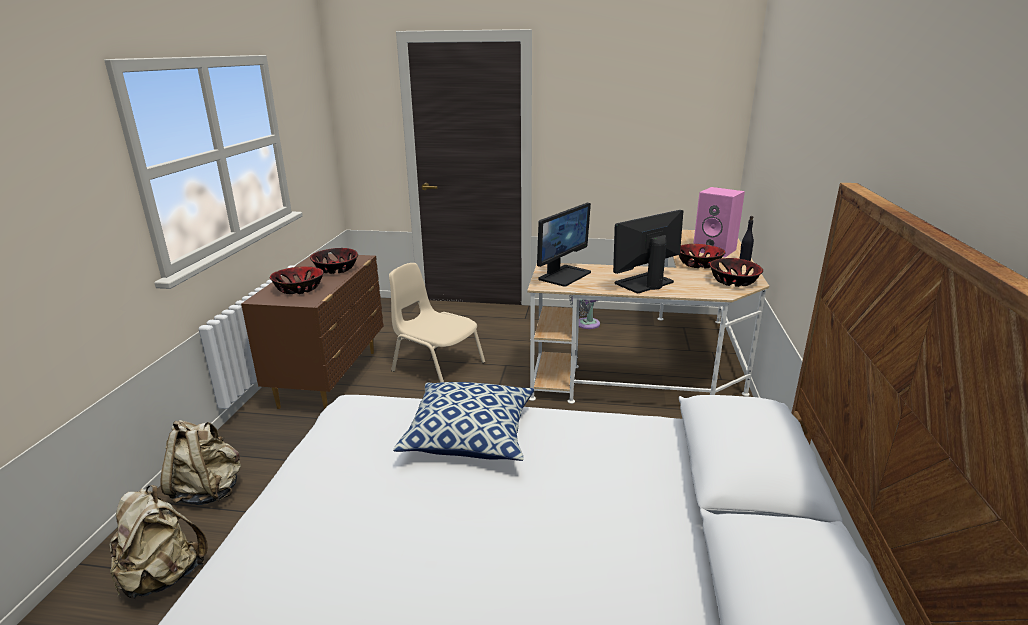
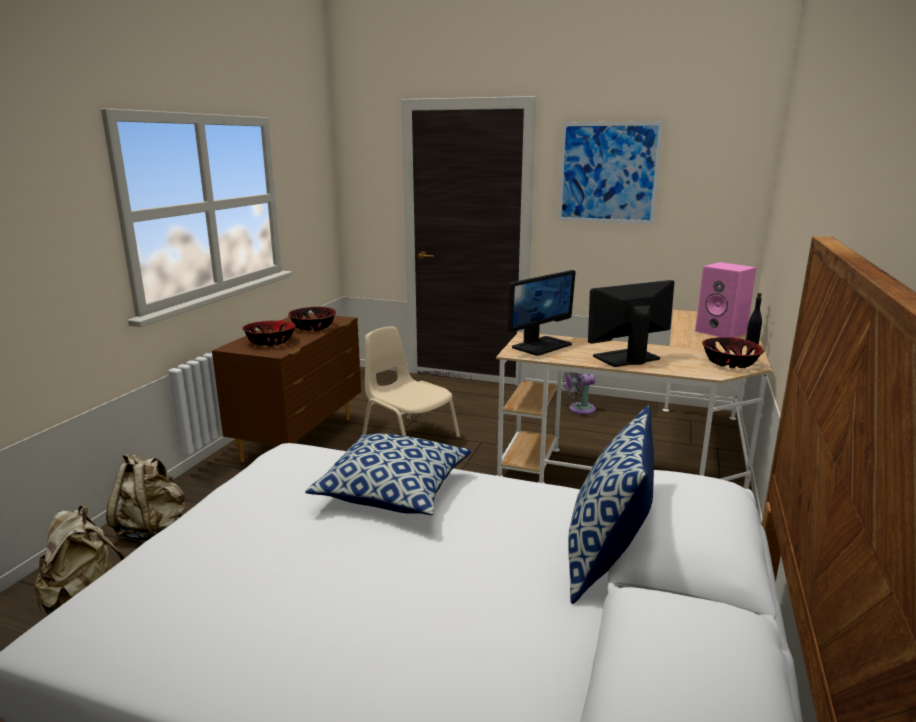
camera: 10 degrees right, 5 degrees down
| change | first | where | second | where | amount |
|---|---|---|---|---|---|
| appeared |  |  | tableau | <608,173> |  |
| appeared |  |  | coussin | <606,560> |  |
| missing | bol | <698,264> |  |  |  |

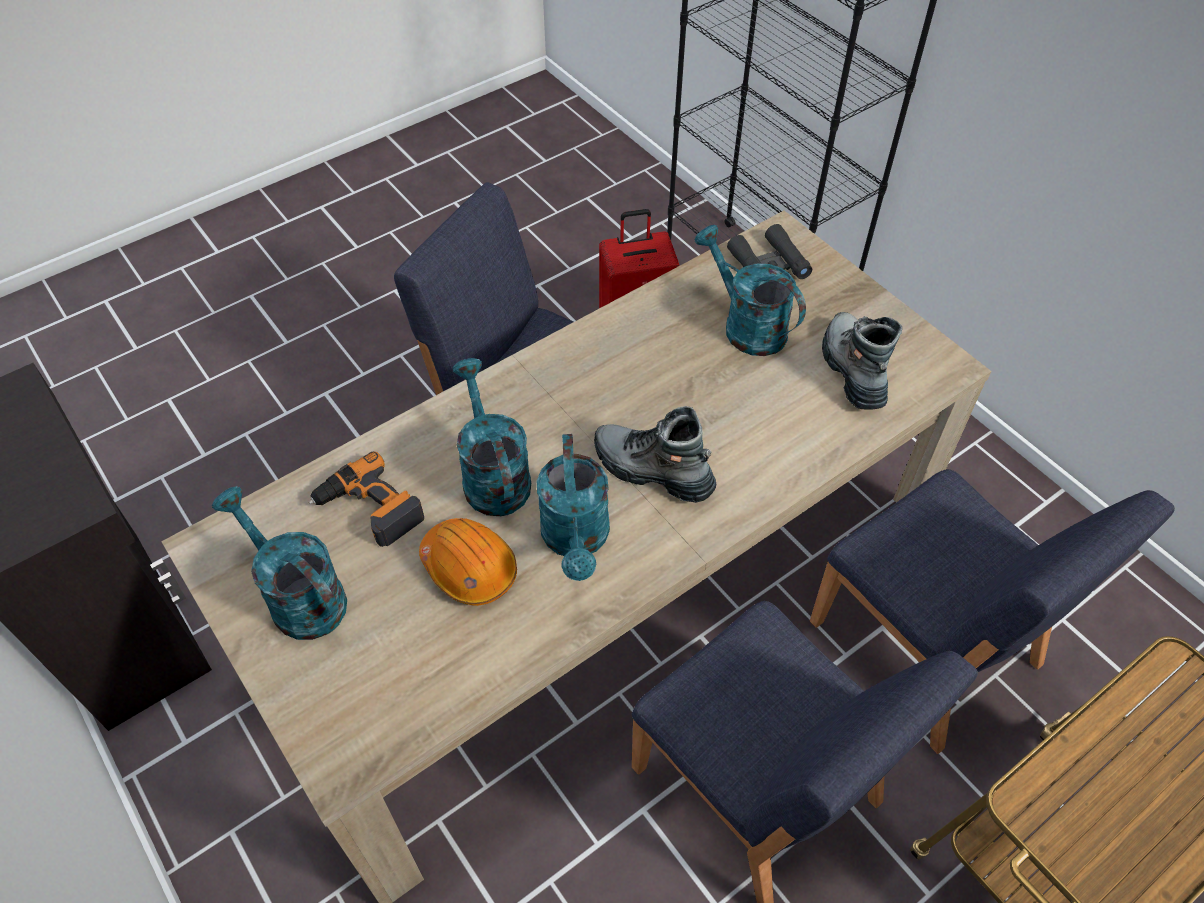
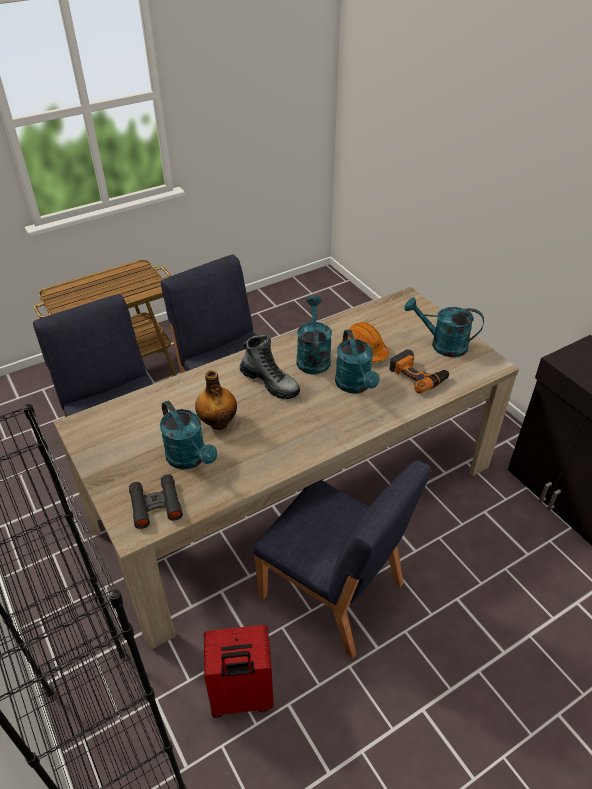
camera: 175 degrees left, 10 degrees down
| change | first | where | second | where | amount |
|---|---|---|---|---|---|
| appeared |  |  | bouteille | <218,422> |  |
| spun | arrosoir (turquoise) | <298,596> |  | <442,345> | 150 degrees clockwise |
| missing | botte | <852,370> |  |  |  |

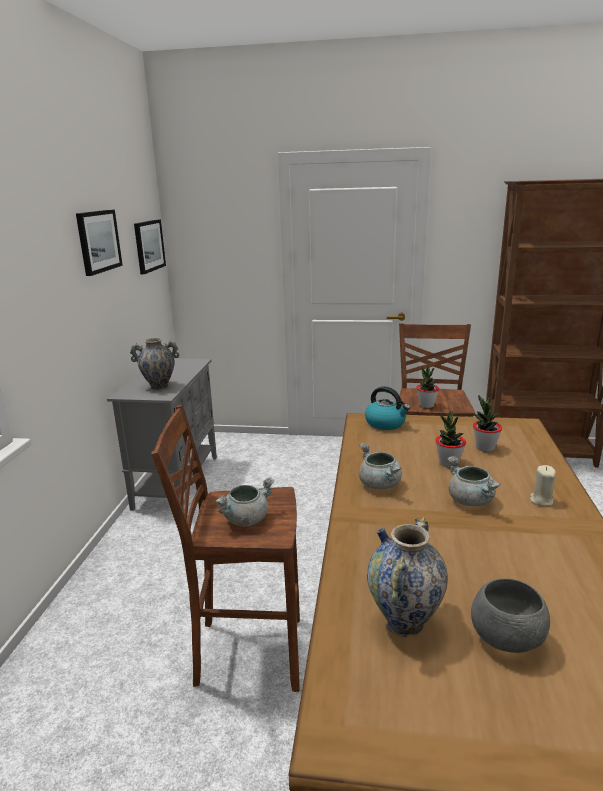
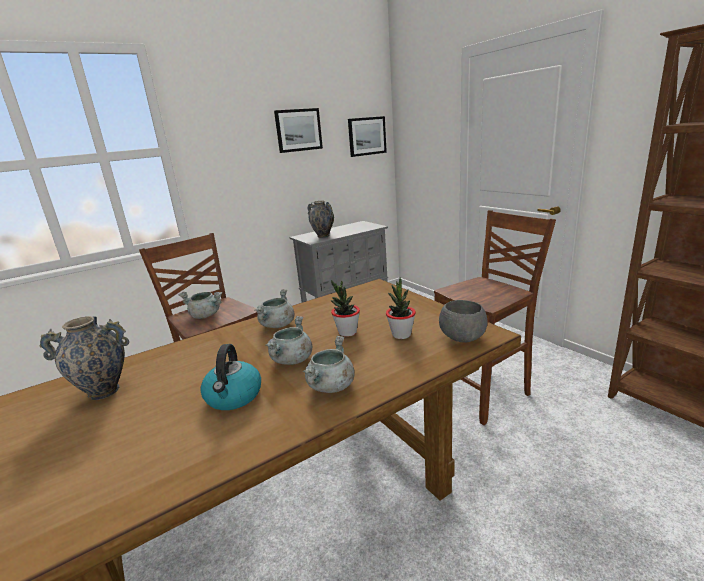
camera: 50 degrees right, 0 degrees up
| change | first | where | second | where | amount |
|---|---|---|---|---|---|
| relocated | bouilloire | <386,423> |  | <234,397> |  |
| exchanged | bougie (beige) | <541,500> | marmite (gris) | <331,386> |  |
| relocated | bol (gris) | <507,640> |  | <462,339> |  |
| missing | plante en pot | <426,405> |  |  |  |

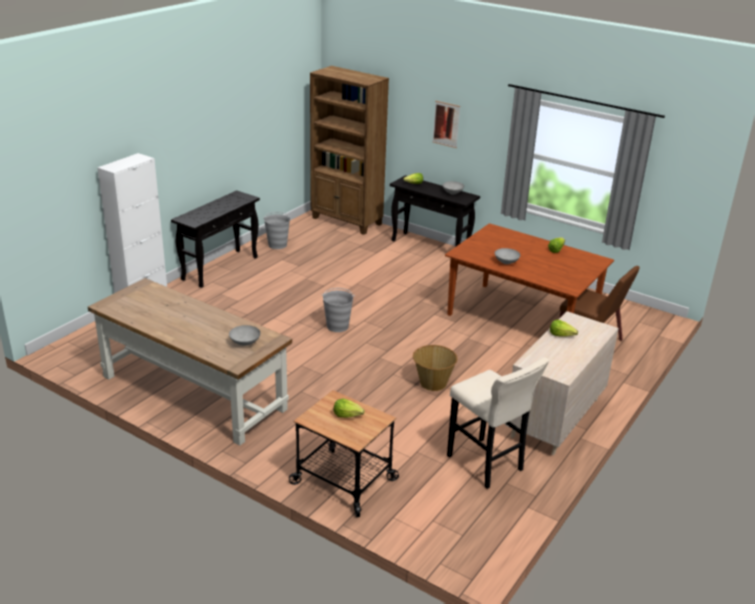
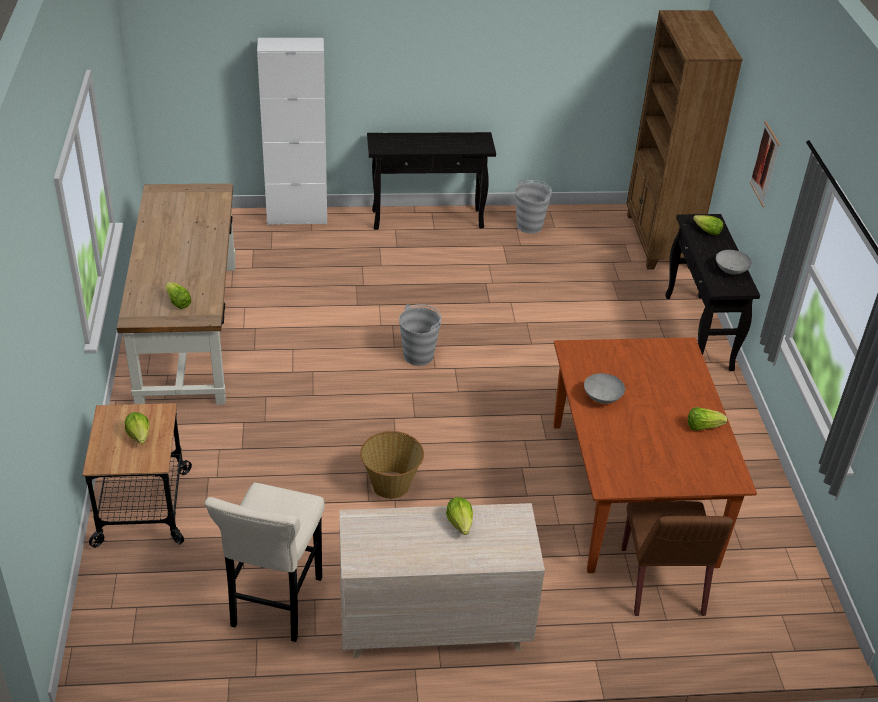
camera: 50 degrees right, 10 degrees up
| change | first | where | second | where | amount |
|---|---|---|---|---|---|
| exchanged | bol (gris) | <245,343> | laitue | <178,302> |  |

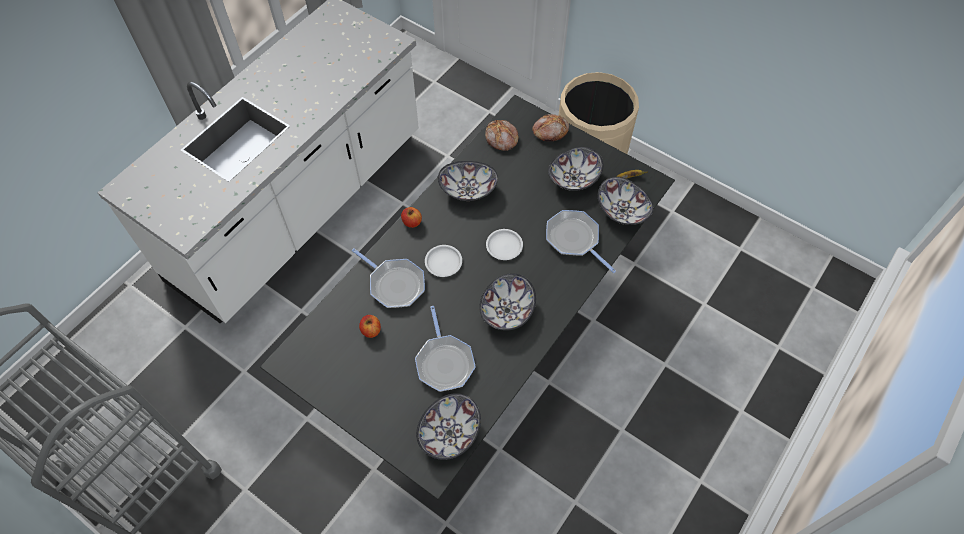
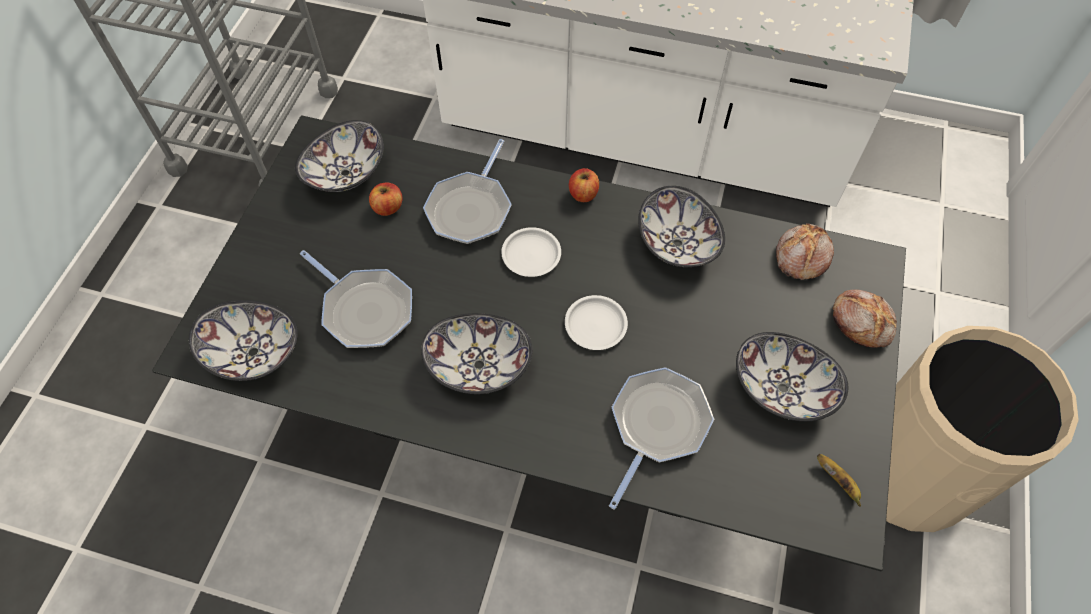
camera: 70 degrees right, 0 degrees up
| change | first | where | second | where | amount |
|---|---|---|---|---|---|
| relocated | bol | <623,210> |  | <346,174> |  |
| spun | poêle | <444,362> |  | <365,310> | 105 degrees counterclockwise |

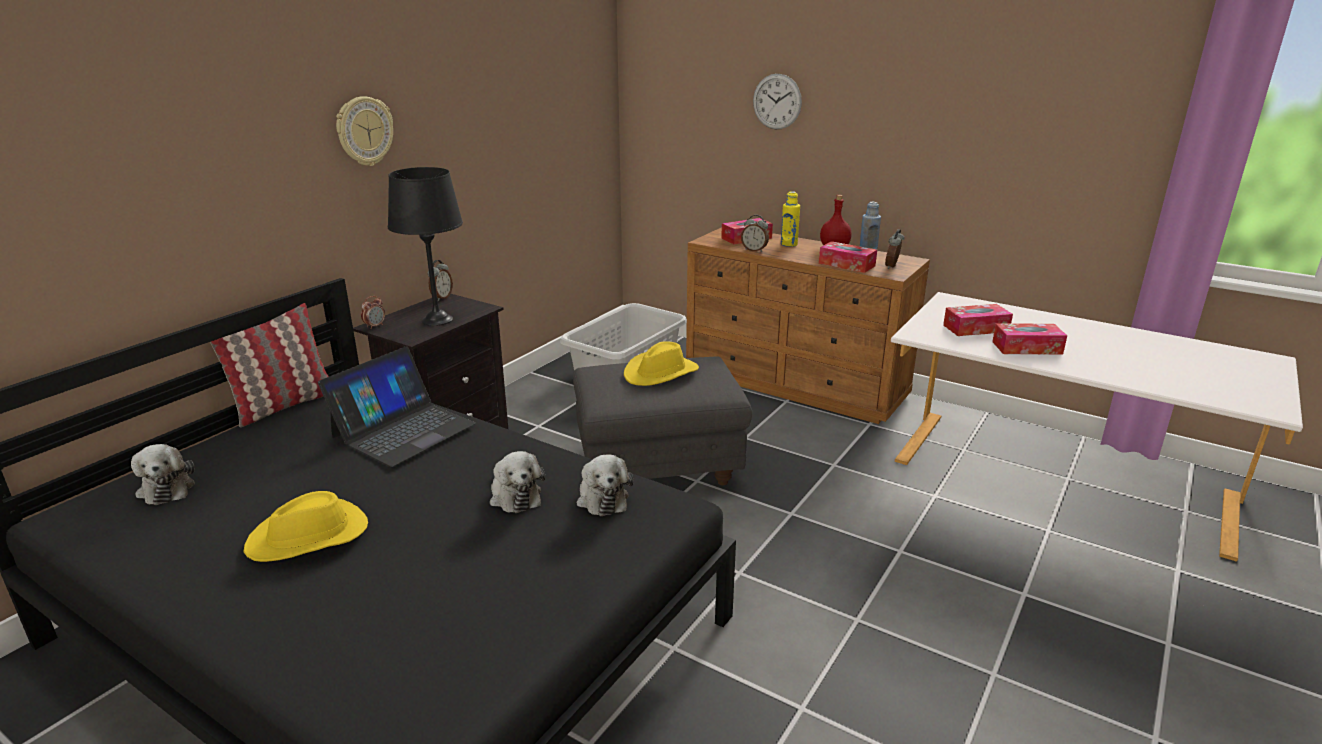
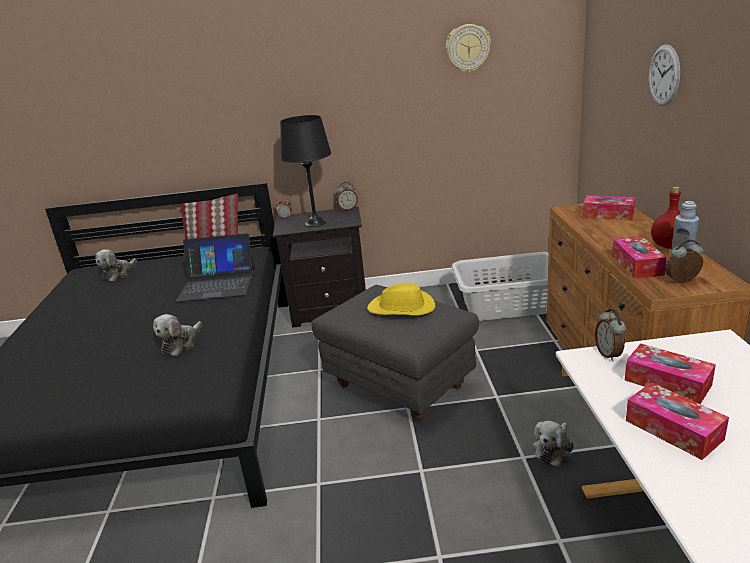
camera: 55 degrees right, 0 degrees up
| change | first | where | second | where | amount |
|---|---|---|---|---|---|
| relocated | horloge murale | <364,131> |  | <467,48> |  |
| relocated | peluche | <602,498> |  | <553,449> |  |
| relocated | réveil | <754,250> |  | <609,354> |  |
| missing | chapeau (jaune) | <309,537> |  |  |  |
| missing | bouteille (jaune) | <789,244> |  |  |  |

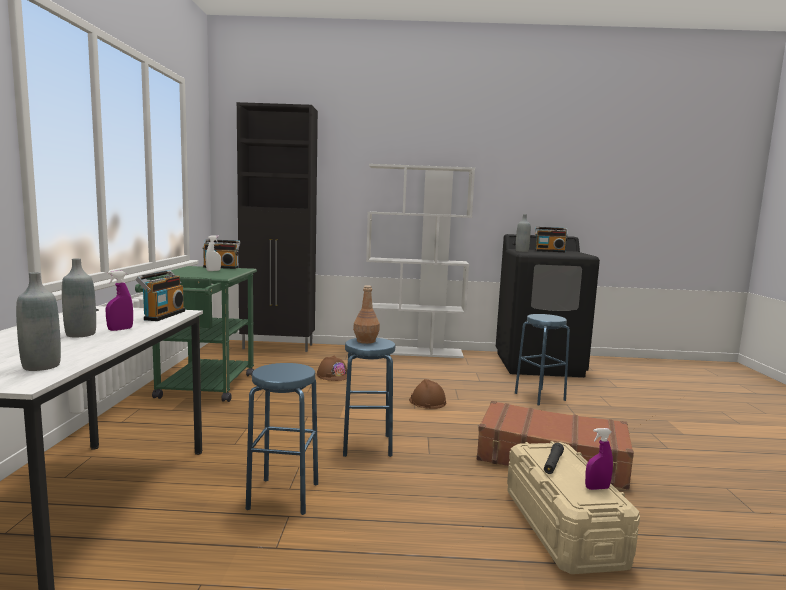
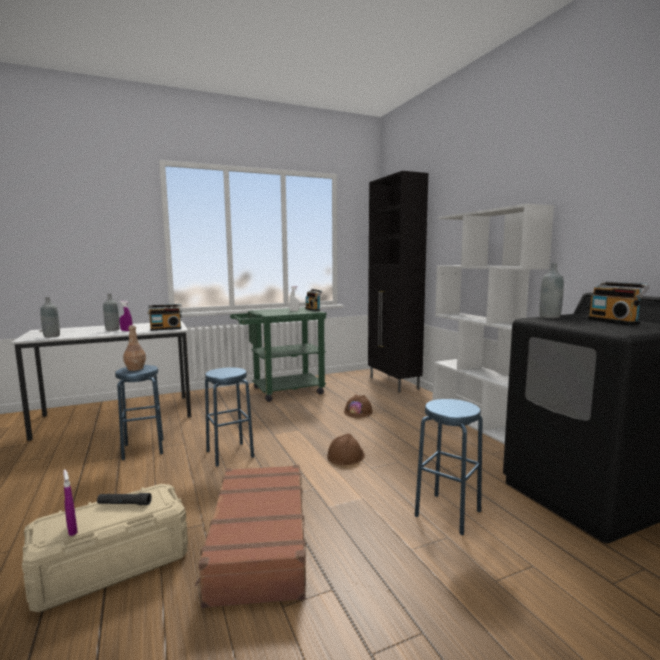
camera: 65 degrees right, 0 degrees up
| change | first | where | second | where | amount |
|---|---|---|---|---|---|
| relocated | bouteille (marron) | <365,341> |  | <135,368> |  |

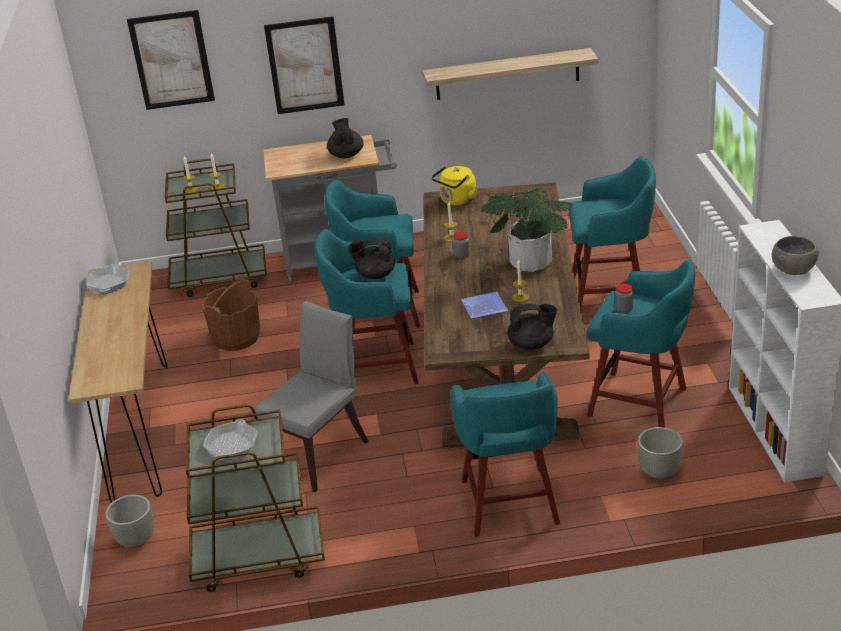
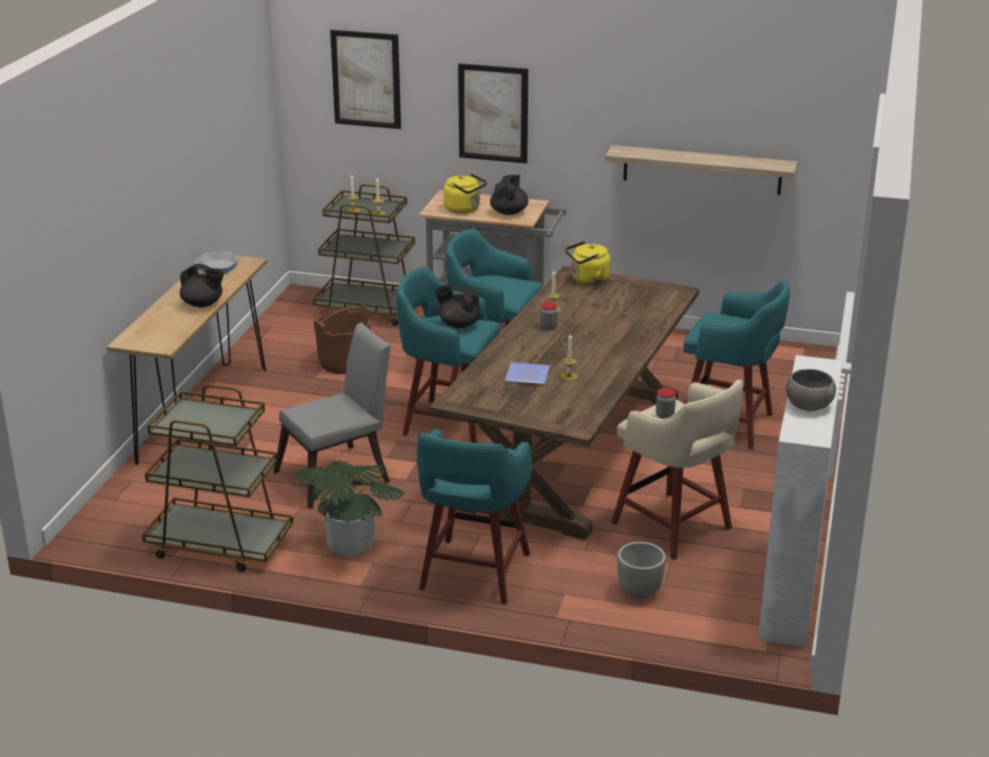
camera: 20 degrees right, 5 degrees down
| change | first | where | second | where | amount |
|---|---|---|---|---|---|
| relocated | théière (noir) | <532,344> |  | <203,304> |  |
| relocated | plante en pot | <530,263> |  | <351,545> |  |
| appeared |  |  | bouilloire (jaune) | <464,209> |  |
| colour | tabouret (turquoise) | <640,403> | tabouret (beige) | <674,527> |  |
| missing | cache-pot (gris) | <135,540> |  |  |  |
| missing | poêle | <232,445> |  |  |  |

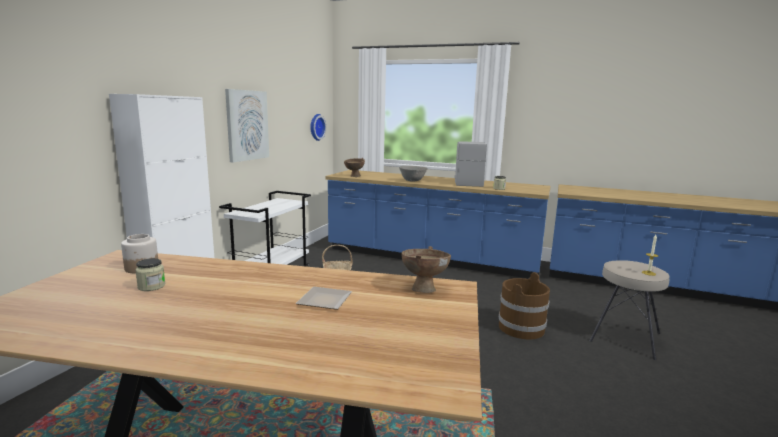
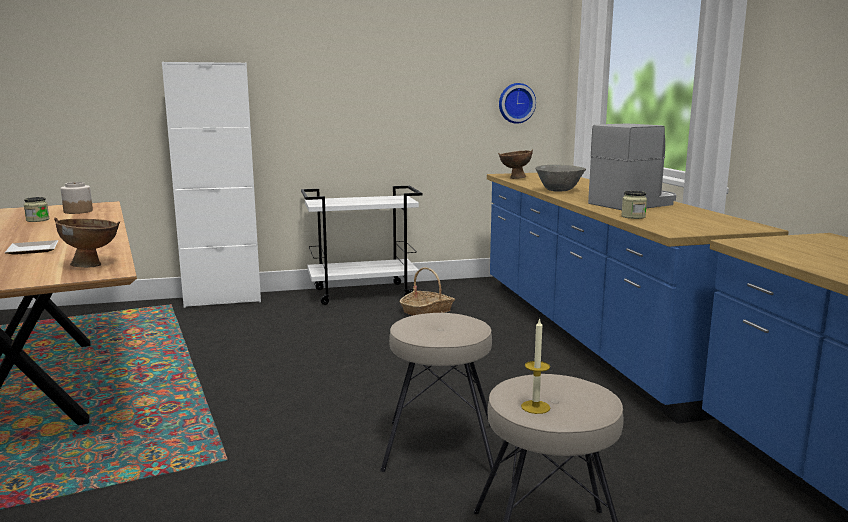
camera: 55 degrees right, 0 degrees up
| change | first | where | second | where | amount |
|---|---|---|---|---|---|
| exchanged | seau (marron) | <521,327> | tabouret (beige) | <440,446> |  |
| missing | tableau | <247,125> |  |  |  |

